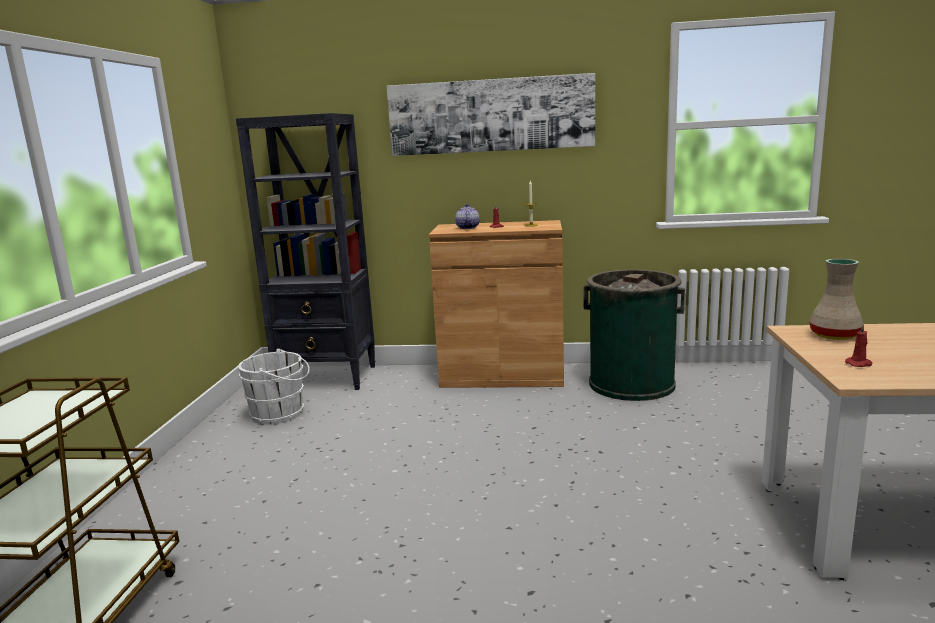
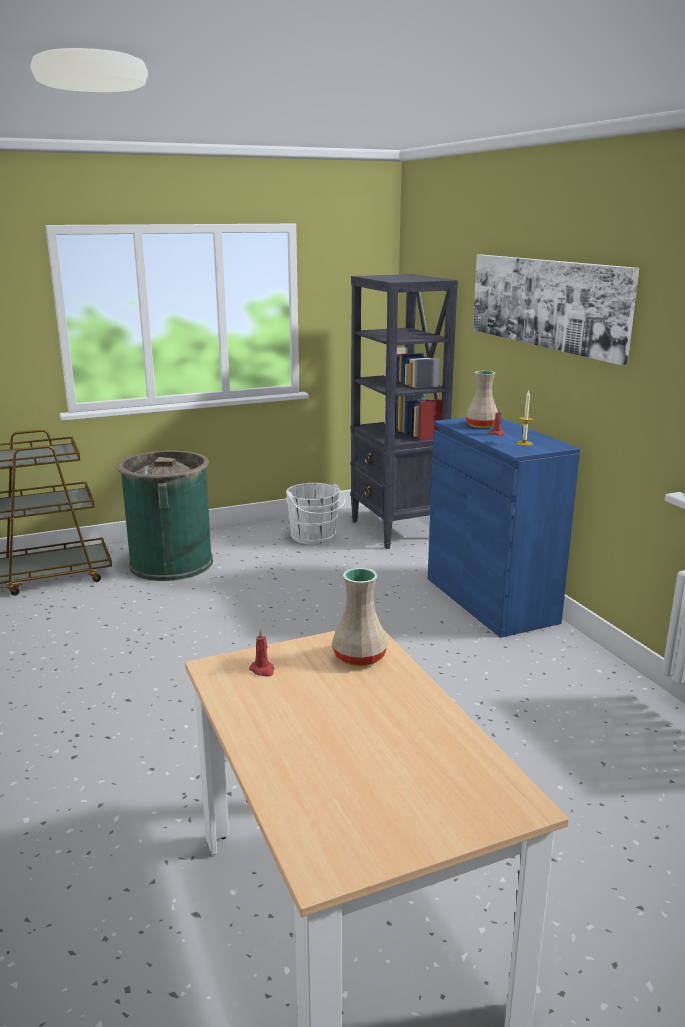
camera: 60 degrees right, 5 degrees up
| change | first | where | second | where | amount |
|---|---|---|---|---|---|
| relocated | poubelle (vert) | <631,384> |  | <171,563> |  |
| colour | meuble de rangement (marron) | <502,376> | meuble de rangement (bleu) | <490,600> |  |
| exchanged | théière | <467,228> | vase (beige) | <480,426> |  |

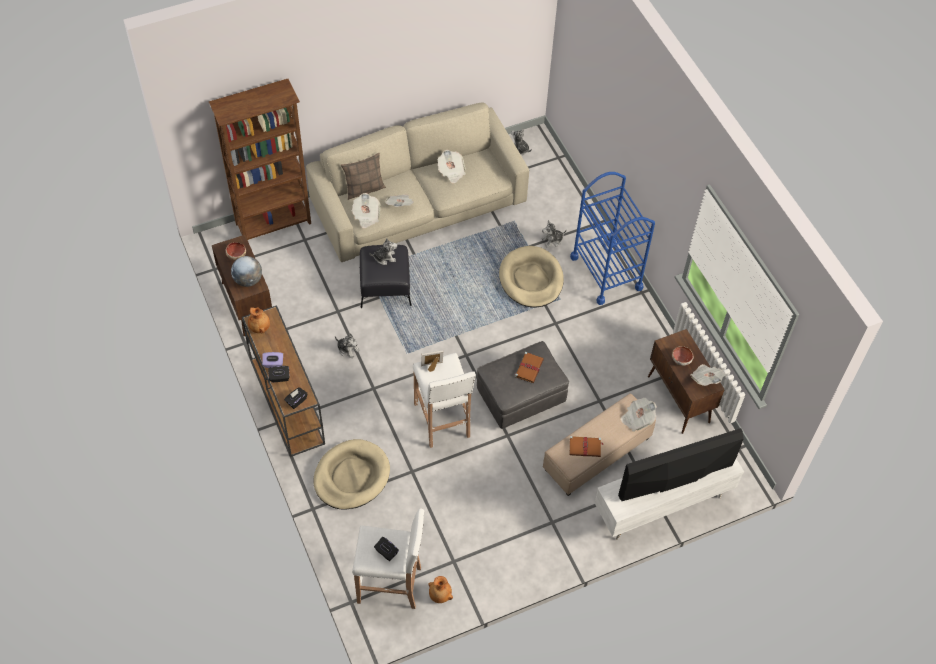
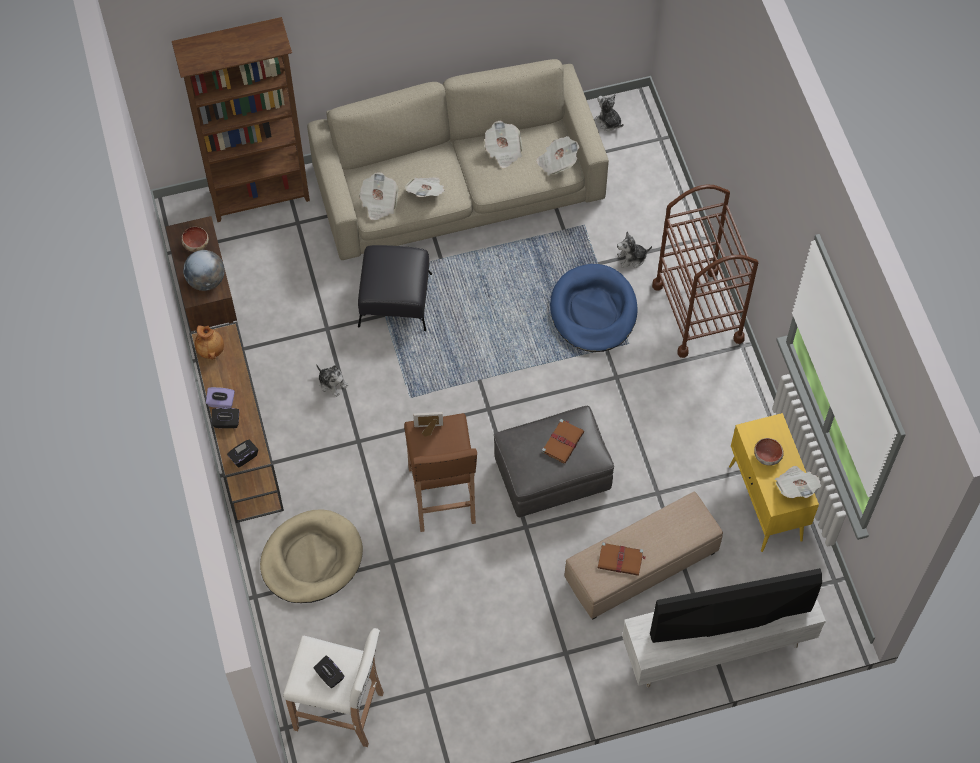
camera: 10 degrees right, 5 degrees up
| change | first | where | second | where | amount |
|---|---|---|---|---|---|
| colour | tabouret (blanc) | <442,421> | tabouret (marron) | <442,497> |  |
| relocated | journal | <637,419> |  | <557,162> |  |
| colour | panier pour chien (beige) | <531,279> | panier pour chien (bleu) | <593,311> |  |
| colour | chariot (bleu) | <606,272> | chariot (marron) | <698,312> |  |
| colour | meuble de rangement (marron) | <679,400> | meuble de rangement (jaune) | <765,504> |  |
| missing | coussin | <364,189> |  |  |  |
| missing | peluche | <384,257> |  |  |  |
| missing | vase (marron) | <440,595> |  |  |  |

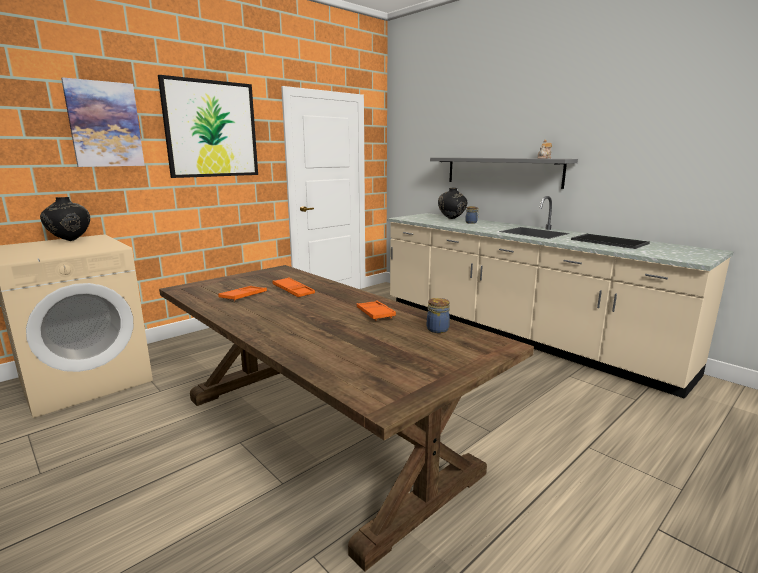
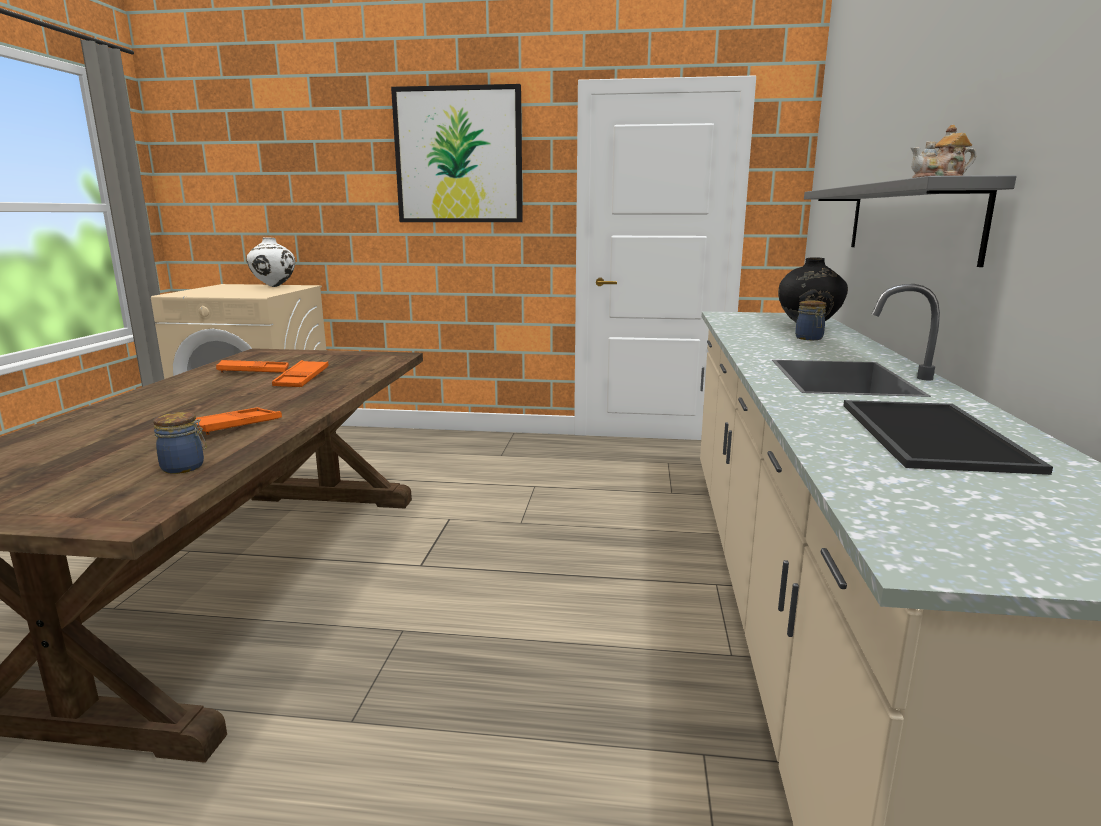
camera: 50 degrees right, 0 degrees up
| change | first | where | second | where | amount |
|---|---|---|---|---|---|
| colour | vase (noir) | <70,241> | vase (blanc) | <273,286> |  |
| missing | tableau | <105,124> |  |  |  |

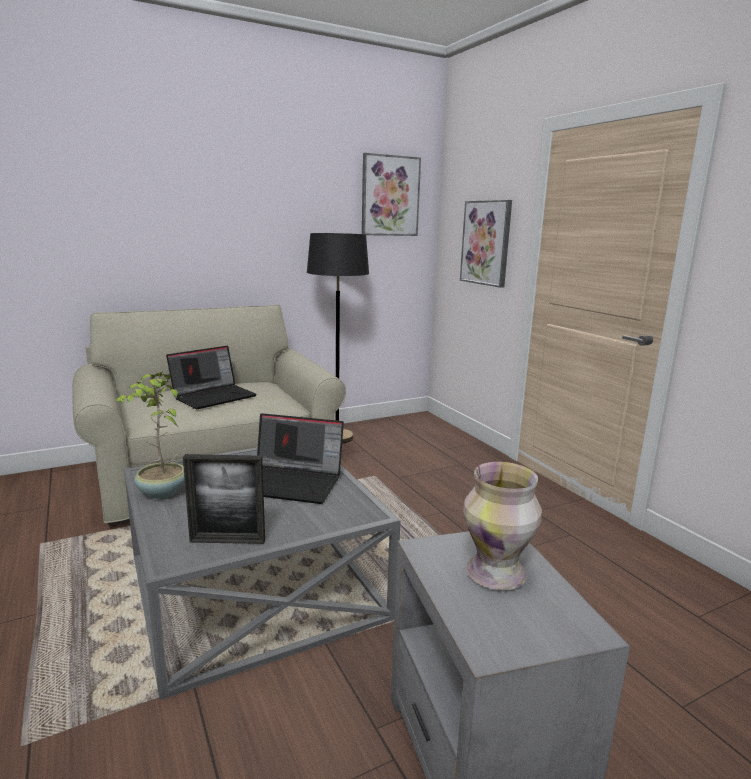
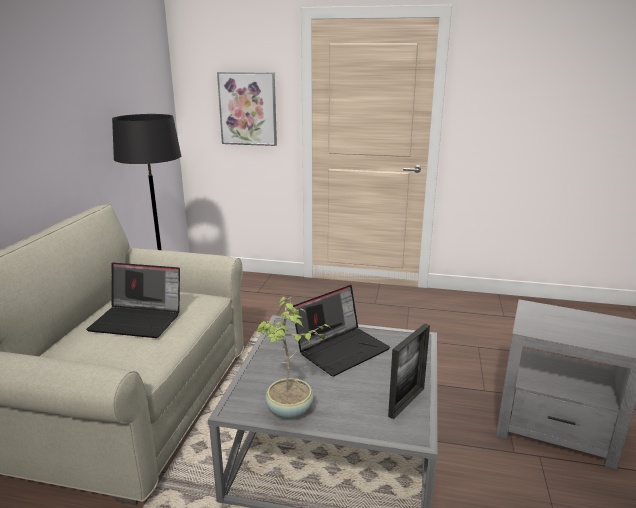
camera: 50 degrees left, 5 degrees up
| change | first | where | second | where | amount |
|---|---|---|---|---|---|
| spun | ordinateur portable | <214,396> |  | <139,320> | 105 degrees clockwise |
| missing | tableau | <390,196> |  |  |  |
| missing | vase | <496,574> |  |  |  |

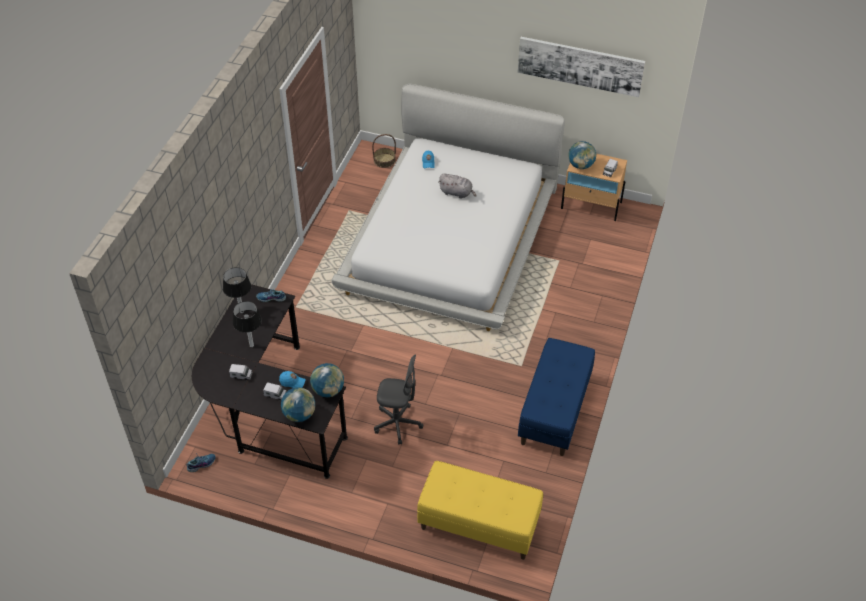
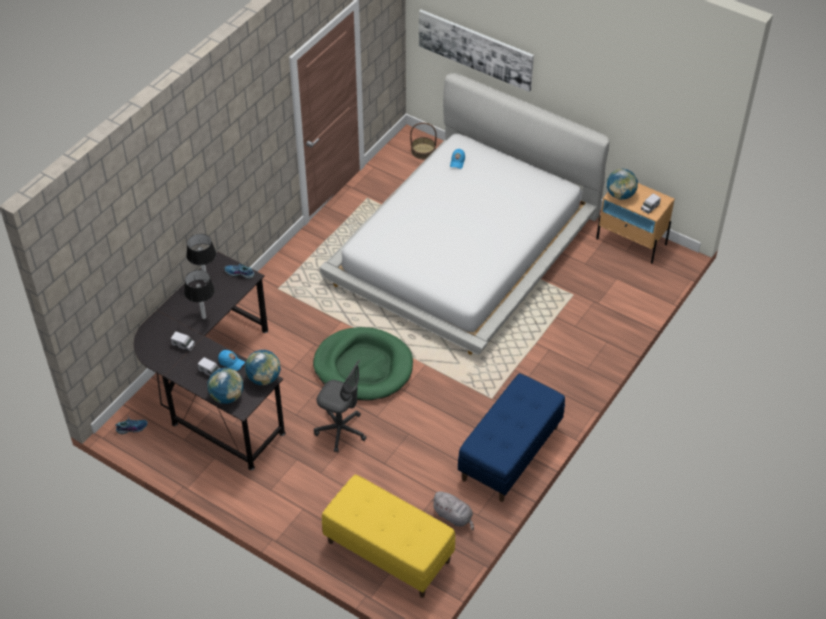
camera: 15 degrees right, 0 degrees up
| change | first | where | second | where | amount |
|---|---|---|---|---|---|
| appeared |  |  | panier pour chien (vert) | <363,367> |  |
| relocated | tableau | <580,65> |  | <475,49> |  |
| relocated | peluche (gris) | <457,193> |  | <454,516> |  |

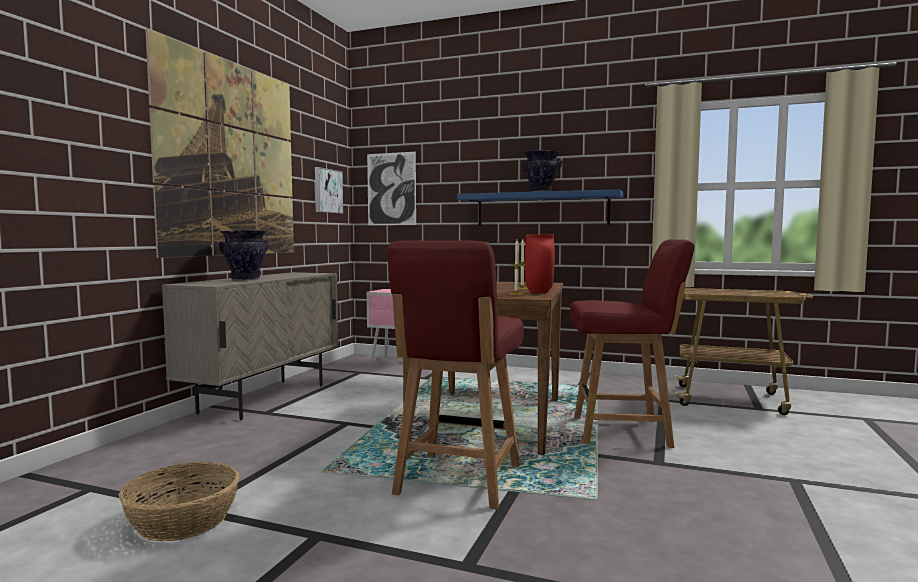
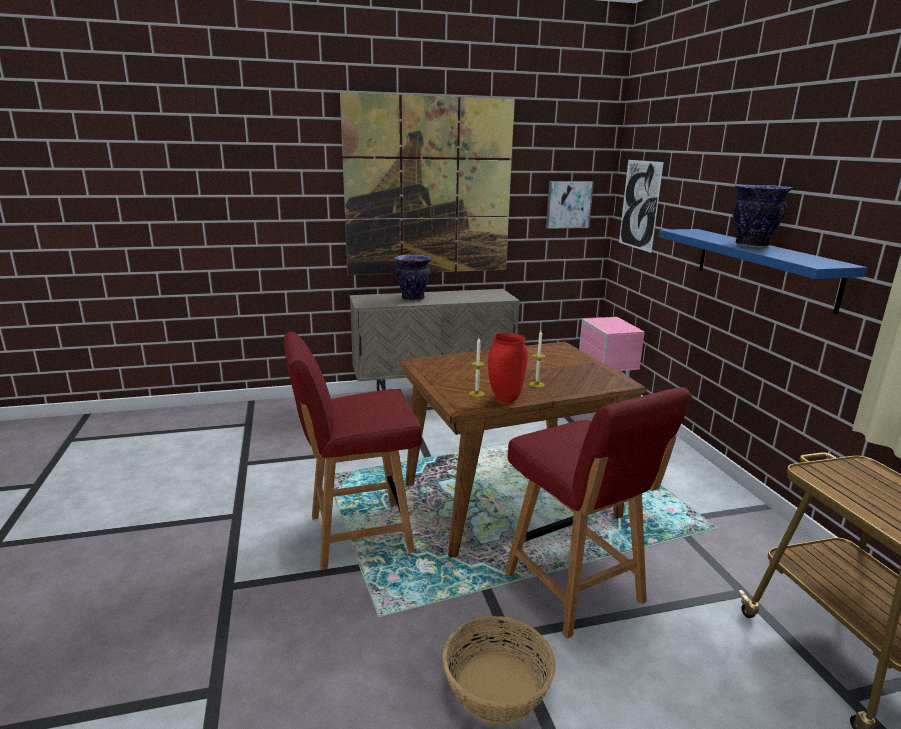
camera: 55 degrees right, 15 degrees up
| change | first | where | second | where | amount |
|---|---|---|---|---|---|
| relocated | panier | <184,520> |  | <497,688> |  |

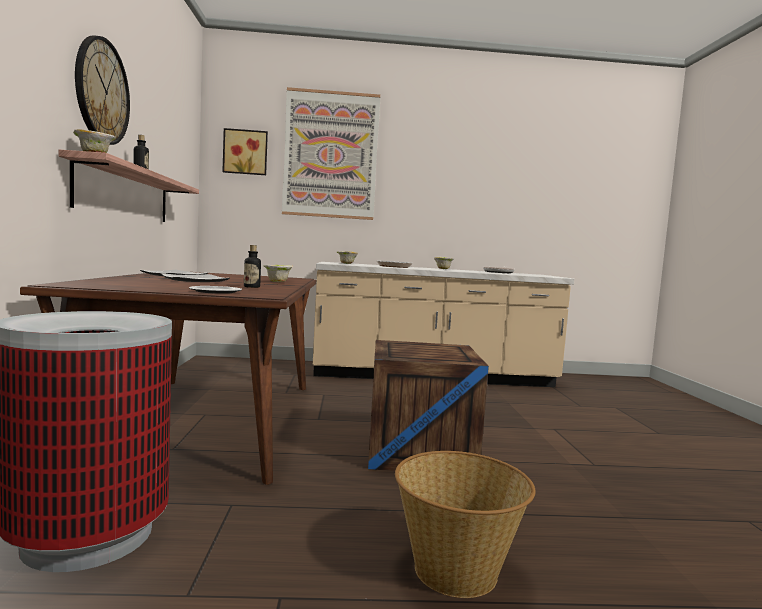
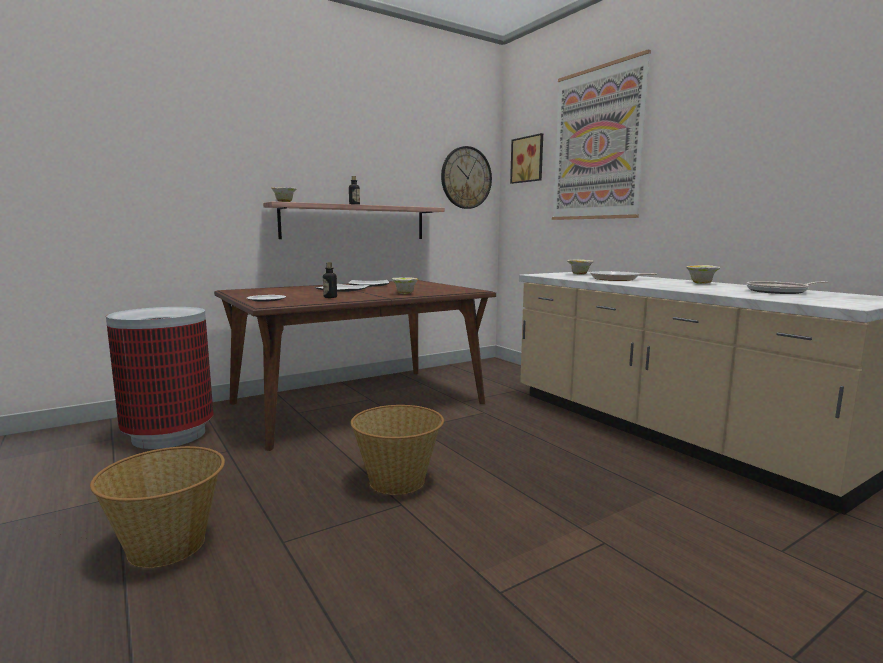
camera: 60 degrees right, 5 degrees up
| change | first | where | second | where | amount |
|---|---|---|---|---|---|
| exchanged | caisse | <419,450> | panier | <398,481> |  |
| relocated | horloge murale | <102,91> |  | <466,178> |  |

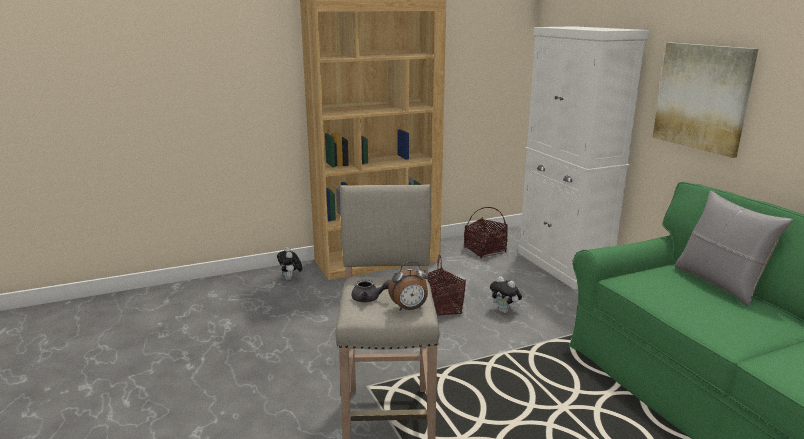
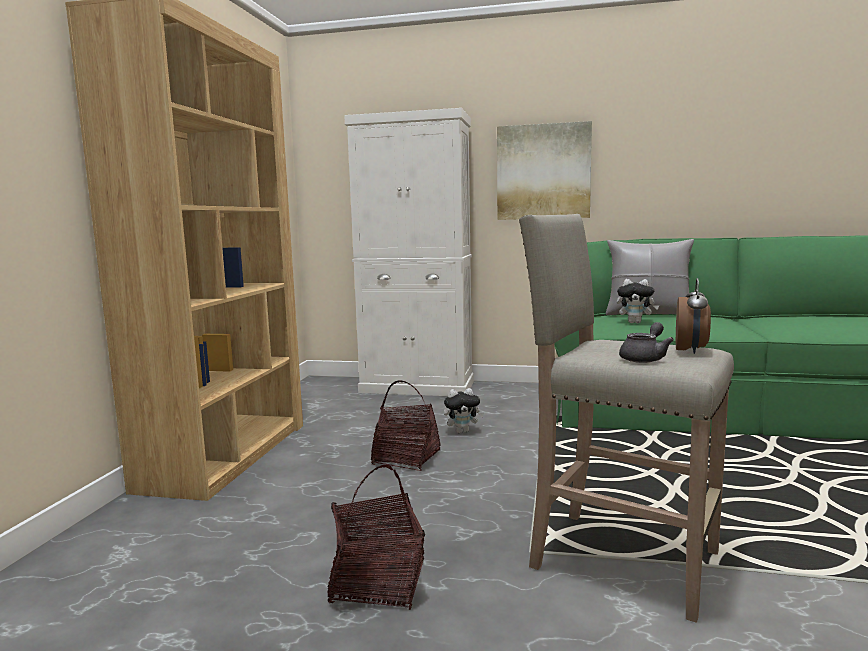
camera: 55 degrees left, 10 degrees down
| change | first | where | second | where | amount |
|---|---|---|---|---|---|
| relocated | panier | <484,250> |  | <378,583> |  |
| relocated | peluche | <290,279> |  | <635,322> |  |

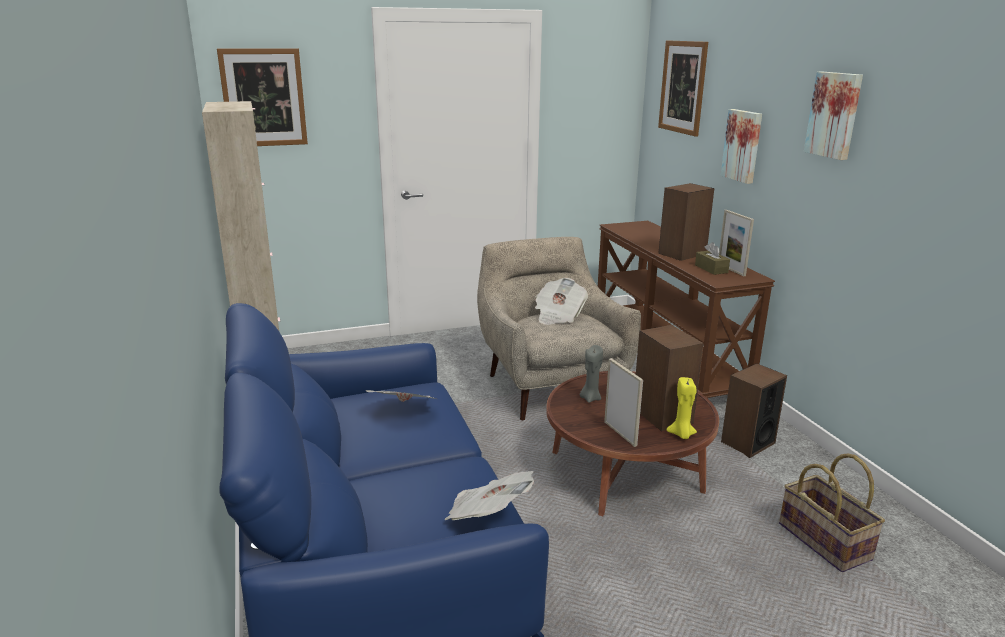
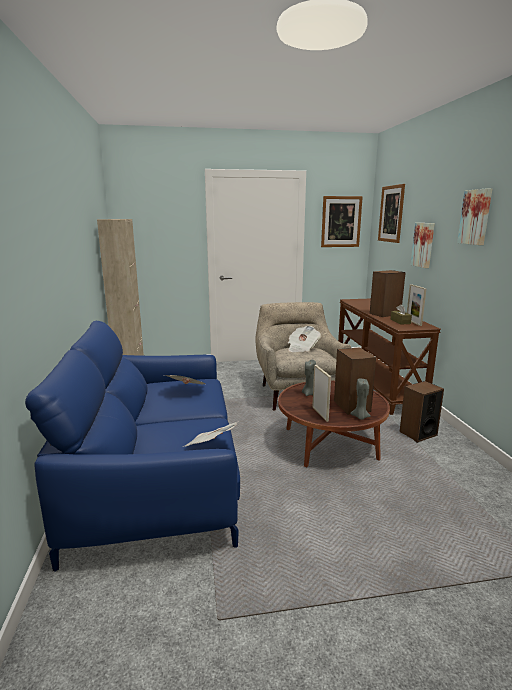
camera: 10 degrees right, 5 degrees down
| change | first | where | second | where | amount |
|---|---|---|---|---|---|
| relocated | tableau | <263,98> |  | <341,222> |  |
| colour | bougie (jaune) | <681,434> | bougie (gris) | <360,417> |  |
| missing | panier | <825,541> |  |  |  |

